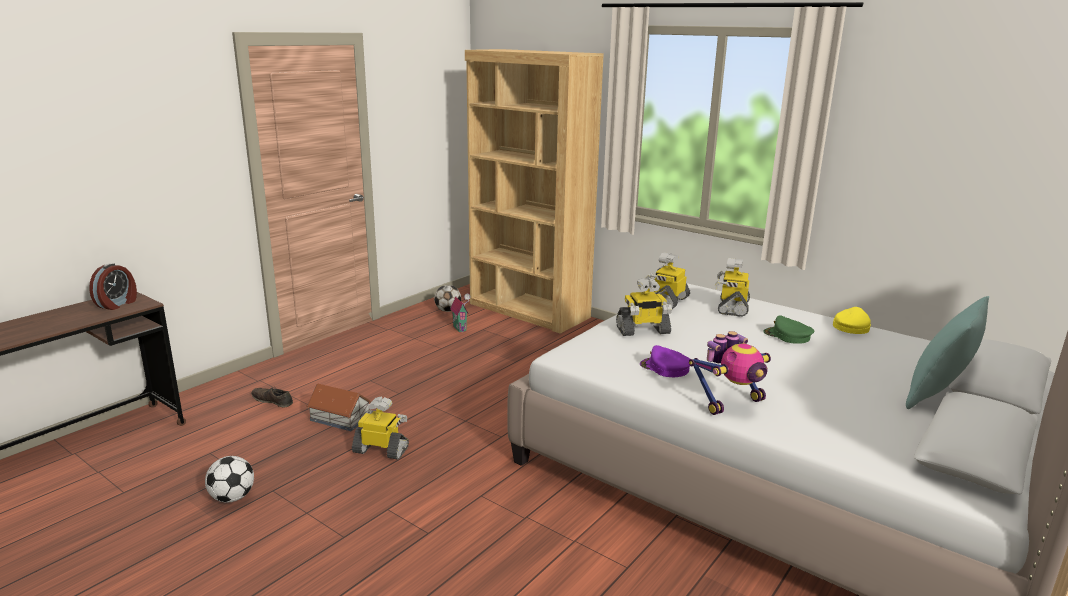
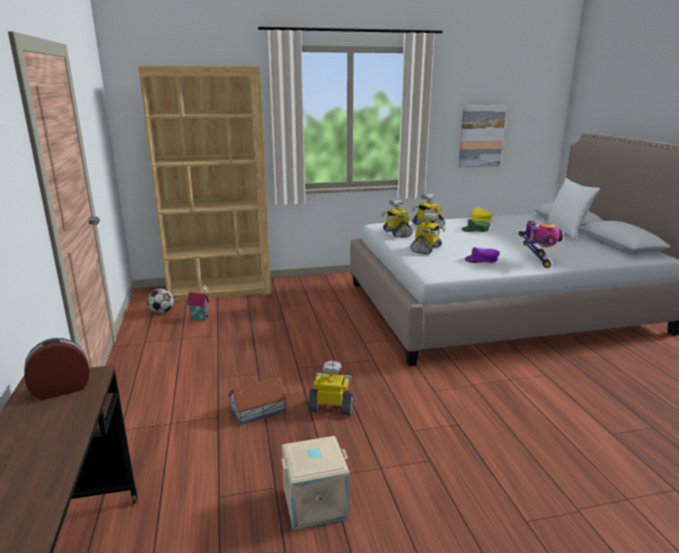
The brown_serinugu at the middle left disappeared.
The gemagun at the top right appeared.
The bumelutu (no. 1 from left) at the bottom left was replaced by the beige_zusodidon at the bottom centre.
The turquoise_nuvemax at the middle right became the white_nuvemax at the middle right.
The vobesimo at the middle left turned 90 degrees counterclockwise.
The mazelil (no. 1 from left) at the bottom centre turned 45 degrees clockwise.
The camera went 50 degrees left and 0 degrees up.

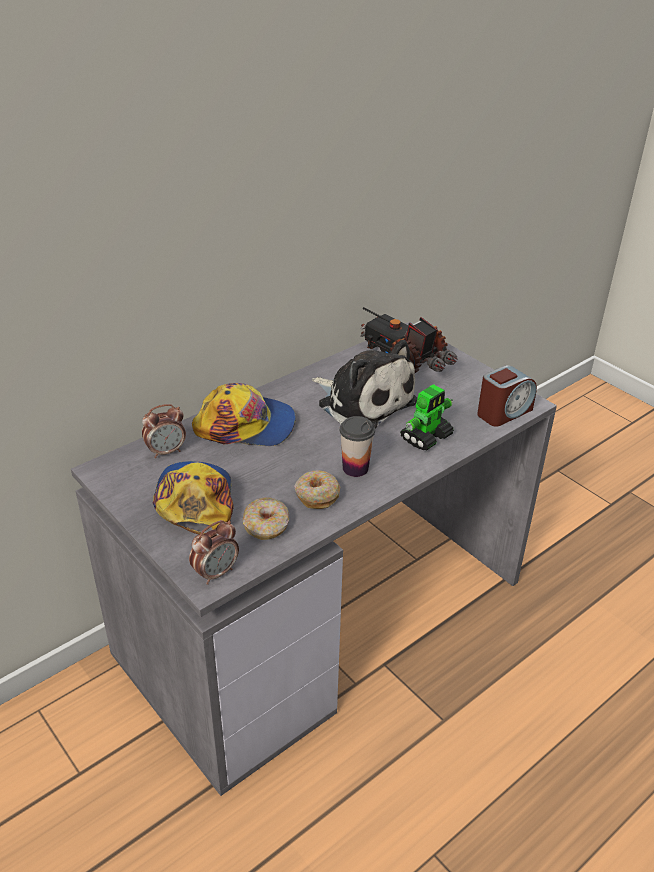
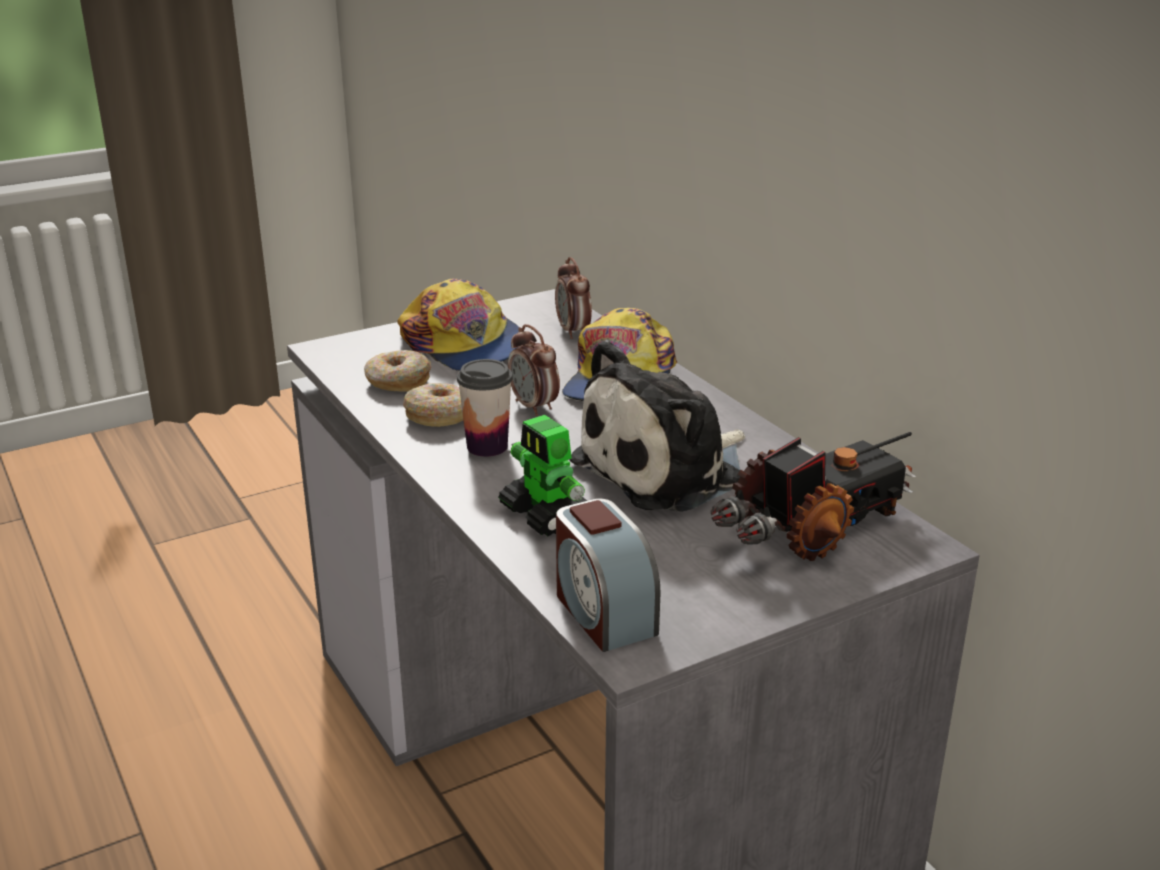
The vobesimo (no. 2 from left in the first image) moved from the middle left to the centre.
The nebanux (no. 1 from left) at the middle left turned 45 degrees clockwise.
The camera went 100 degrees right and 10 degrees down.

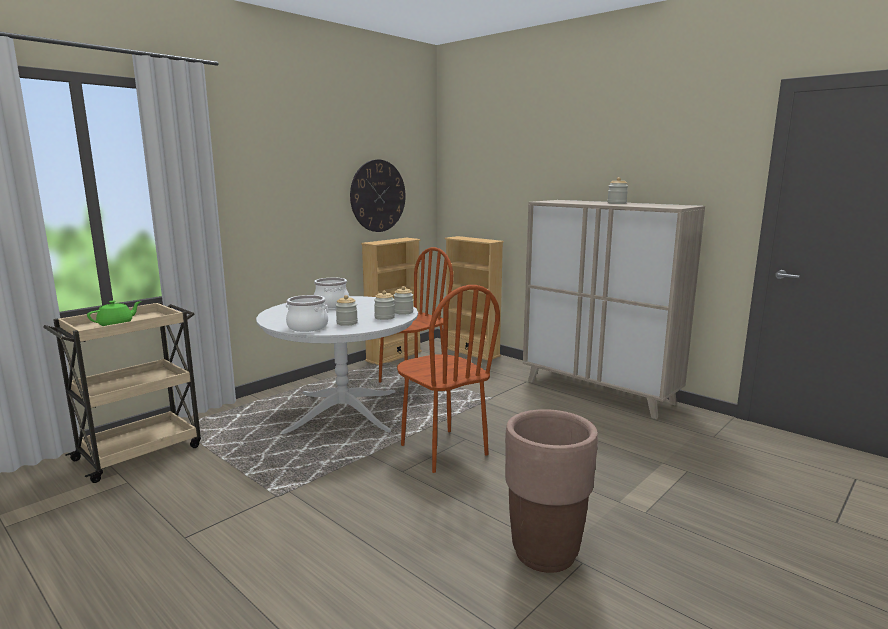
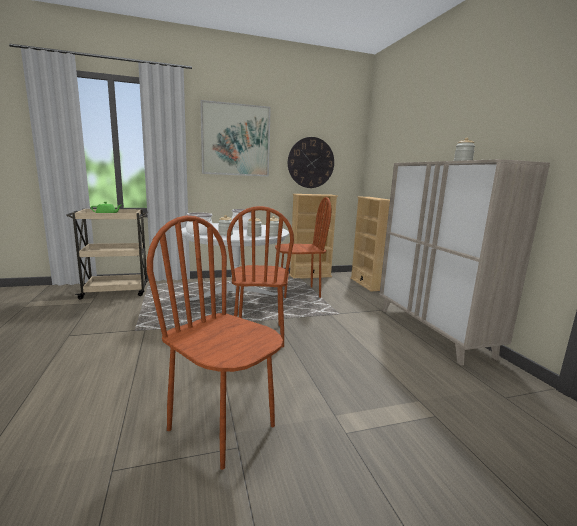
The gemagun at the top centre appeared.
The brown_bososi at the bottom centre was replaced by the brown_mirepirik (no. 1 from left) at the centre.
The camera went 30 degrees right and 0 degrees up.

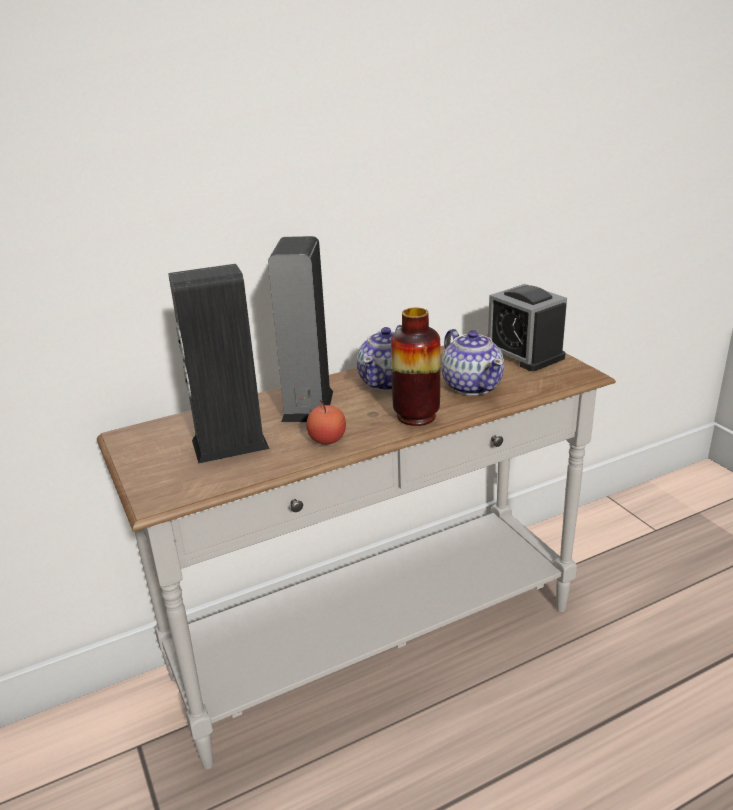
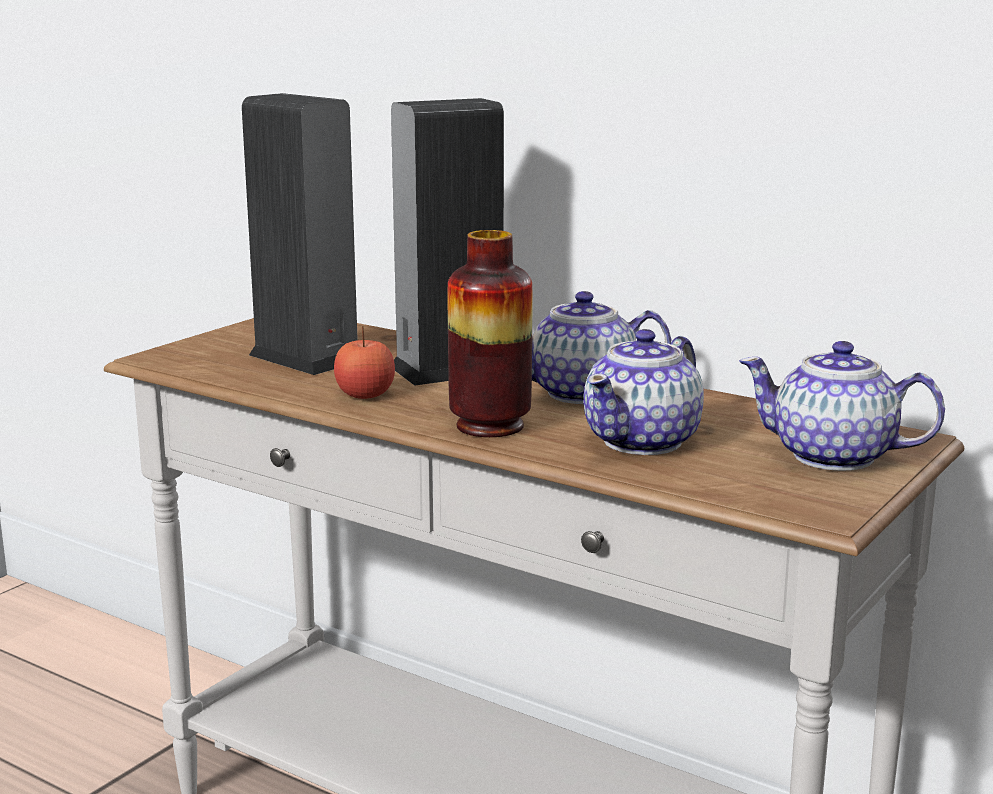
The vobesimo at the middle right was replaced by the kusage (no. 3 from left) at the middle right.
The camera went 60 degrees right and 10 degrees down.

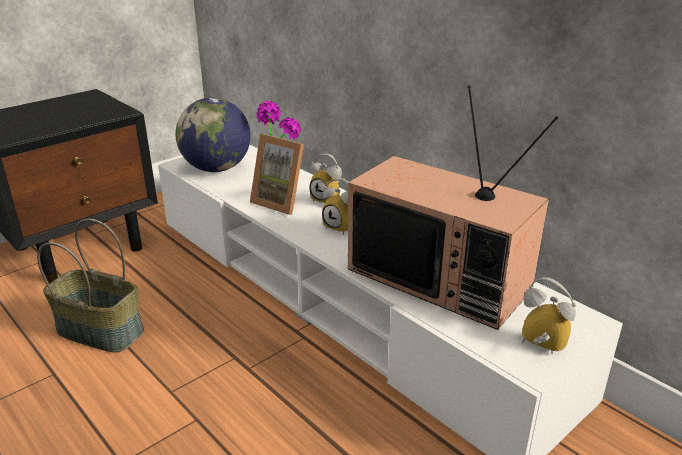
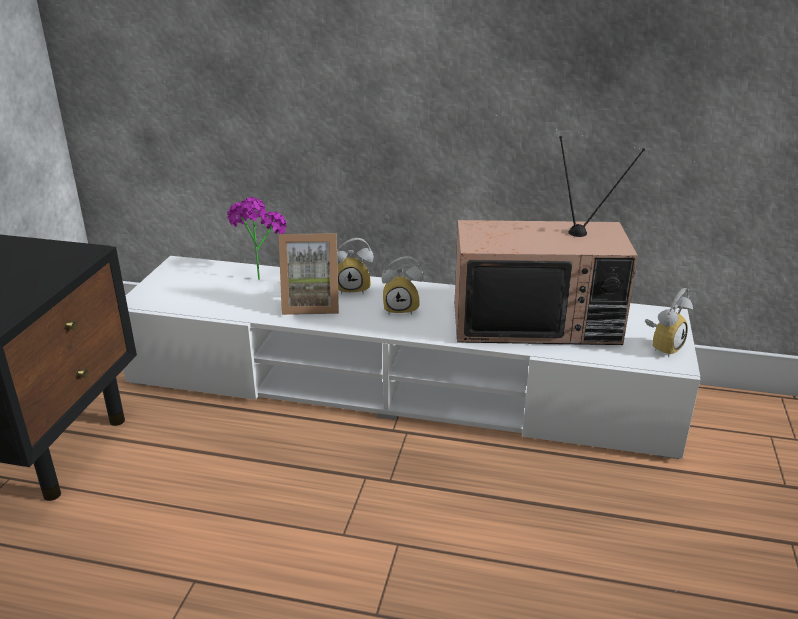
The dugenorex at the middle left disappeared.
The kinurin at the top left disappeared.
The vobesimo (no. 3 from left) at the bottom right turned 135 degrees clockwise.
The camera went 35 degrees left and 0 degrees up.

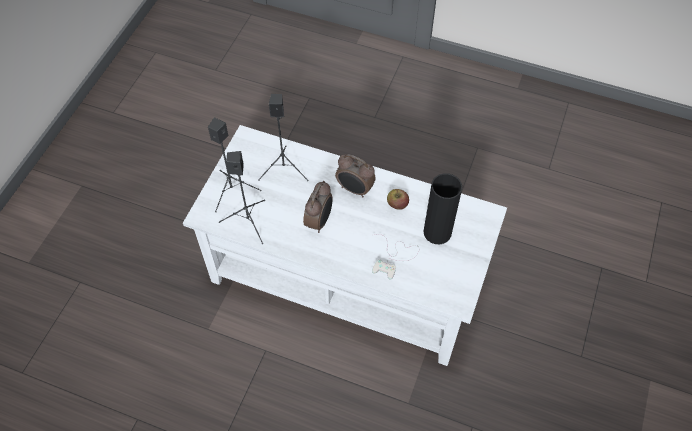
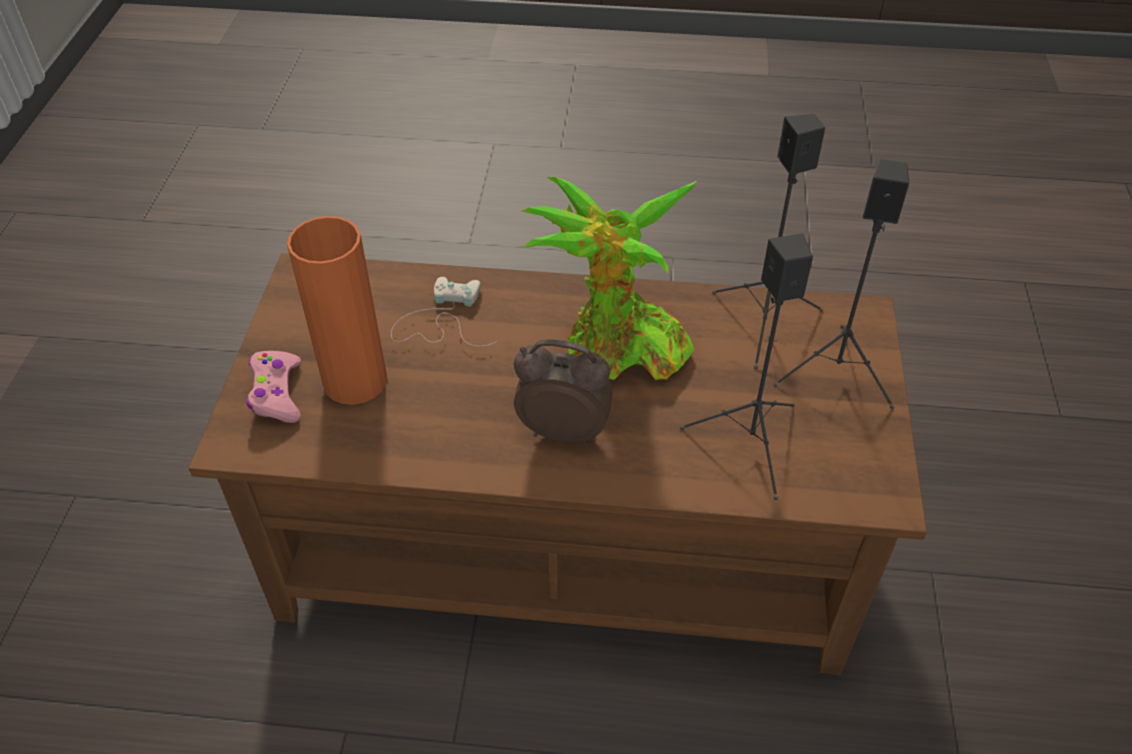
The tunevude at the centre disappeared.
The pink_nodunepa at the middle left appeared.
The vobesimo (no. 1 from left) at the centre was replaced by the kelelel at the centre.
The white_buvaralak at the centre became the brown_buvaralak at the centre.
The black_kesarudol at the centre became the orange_kesarudol at the middle left.
The camera went 165 degrees right and 10 degrees down.

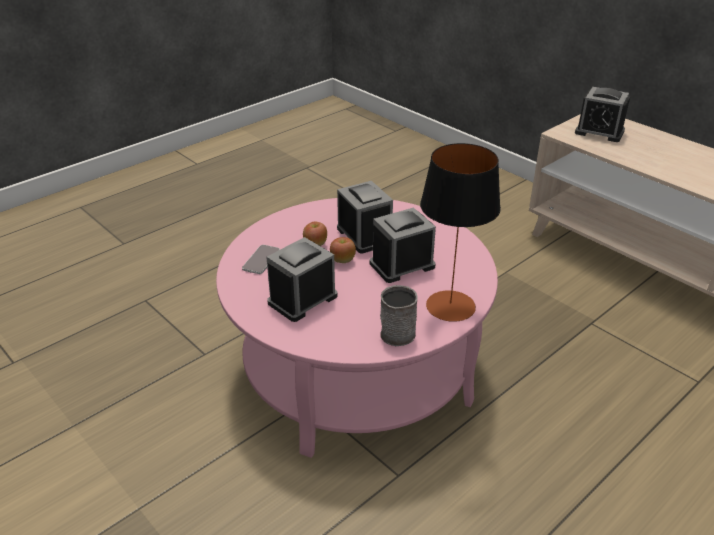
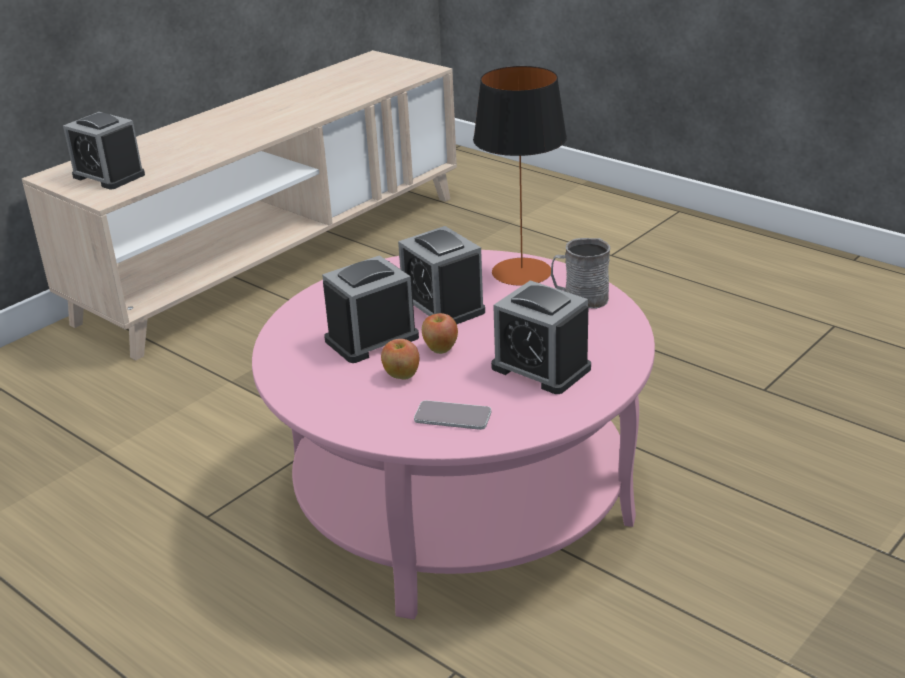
The vobesimo (no. 4 from left in the first image) at the top right turned 105 degrees clockwise.
The camera went 95 degrees left and 5 degrees down.

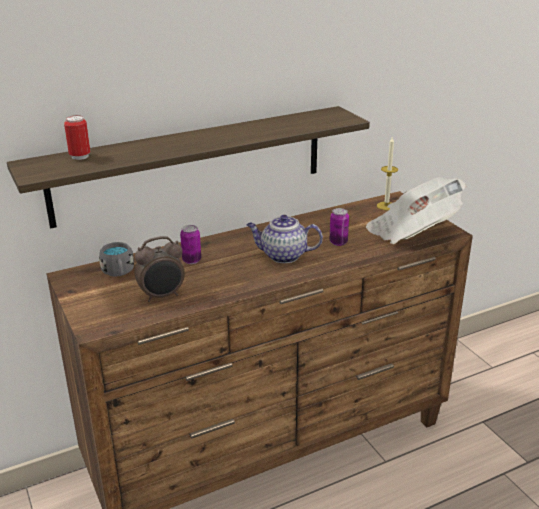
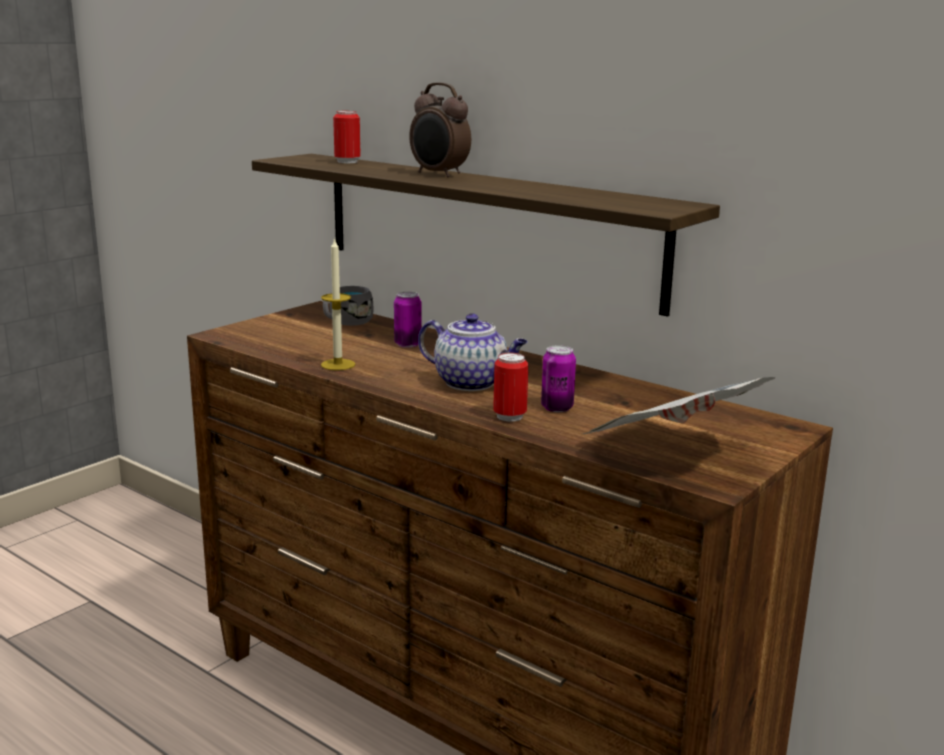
The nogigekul (no. 3 from left) at the centre appeared.
The vobesimo moved from the middle left to the top centre.
The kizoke moved from the middle right to the centre.
The kusage at the centre turned 135 degrees clockwise.
The camera went 65 degrees right and 10 degrees down.

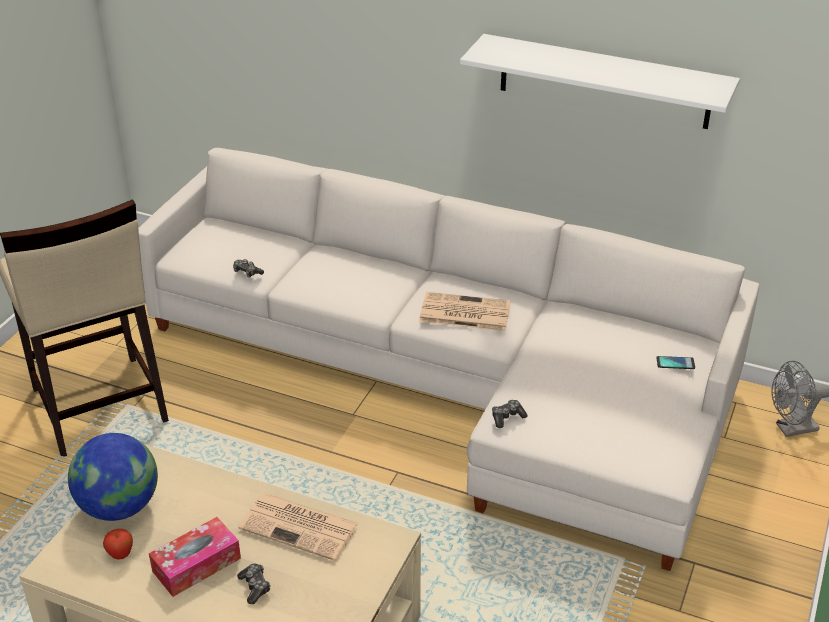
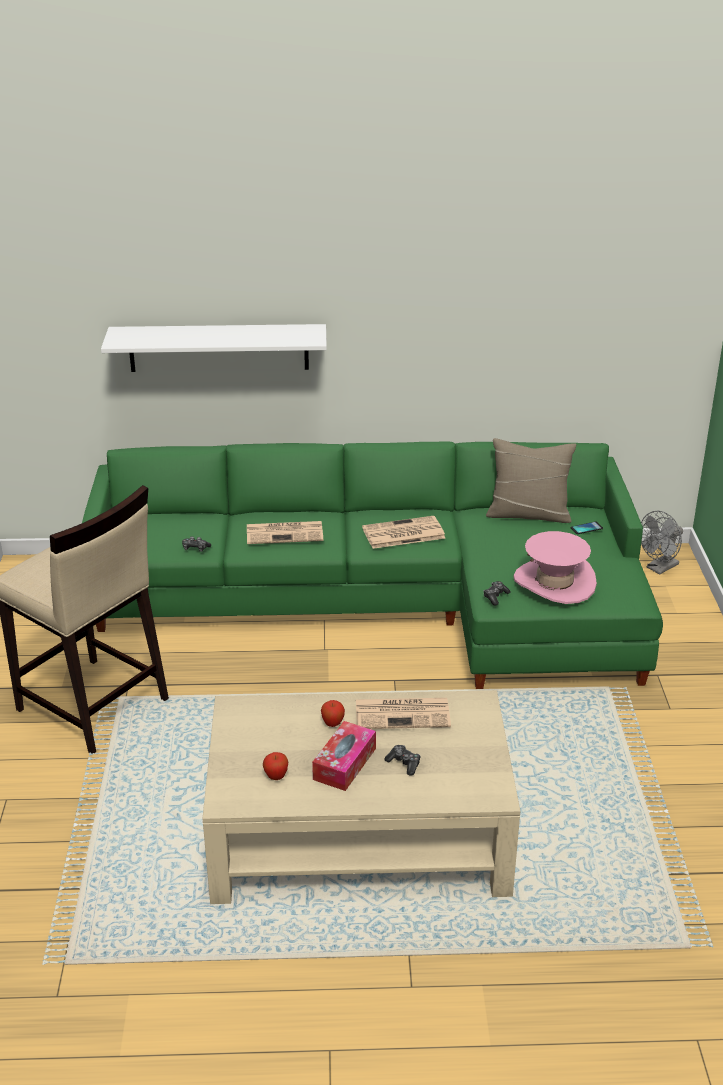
The kinurin at the bottom left disappeared.
The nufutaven (no. 1 from left) at the centre appeared.
The tunevude (no. 2 from left) at the centre appeared.
The beige_nuvemax at the middle right appeared.
The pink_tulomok at the middle right appeared.
The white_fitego moved from the top right to the top left.
The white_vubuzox at the centre became the green_vubuzox at the centre.
The camera went 25 degrees left and 5 degrees down.

